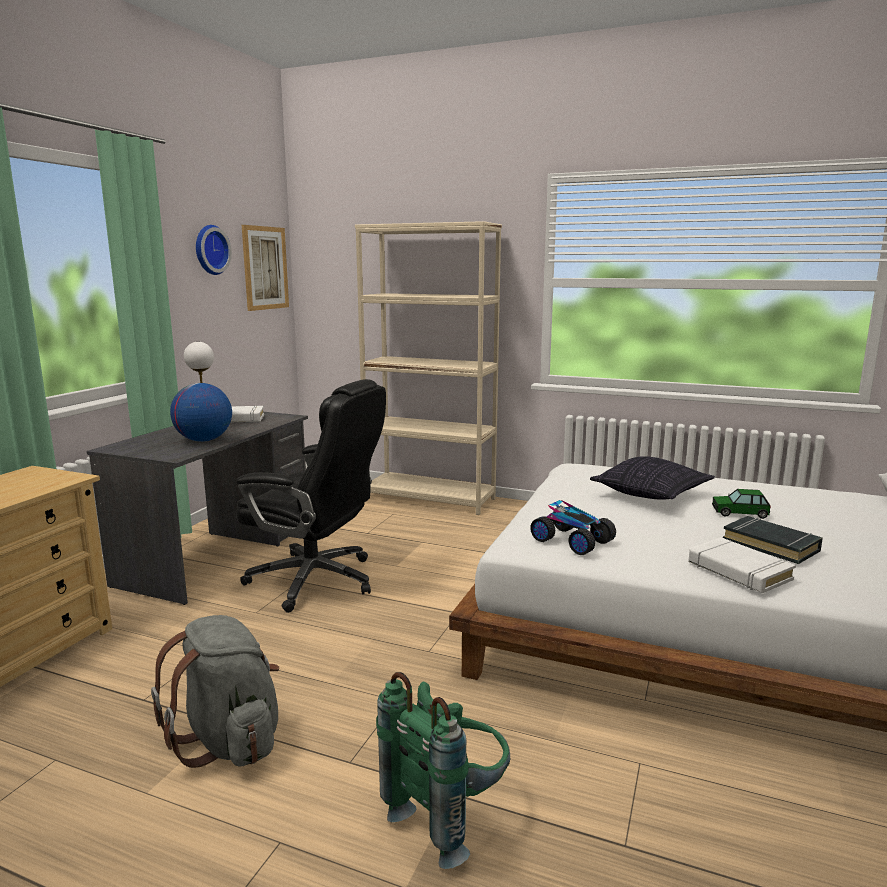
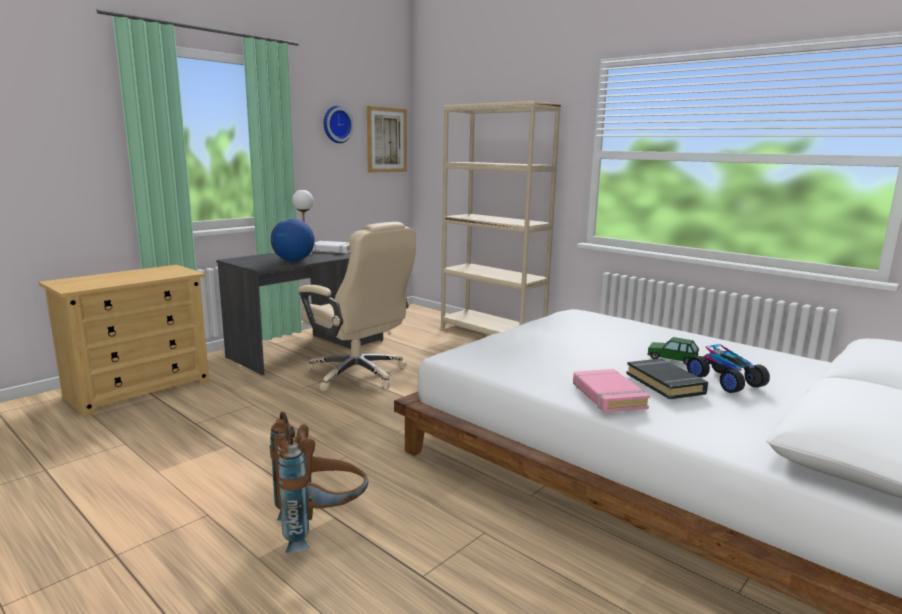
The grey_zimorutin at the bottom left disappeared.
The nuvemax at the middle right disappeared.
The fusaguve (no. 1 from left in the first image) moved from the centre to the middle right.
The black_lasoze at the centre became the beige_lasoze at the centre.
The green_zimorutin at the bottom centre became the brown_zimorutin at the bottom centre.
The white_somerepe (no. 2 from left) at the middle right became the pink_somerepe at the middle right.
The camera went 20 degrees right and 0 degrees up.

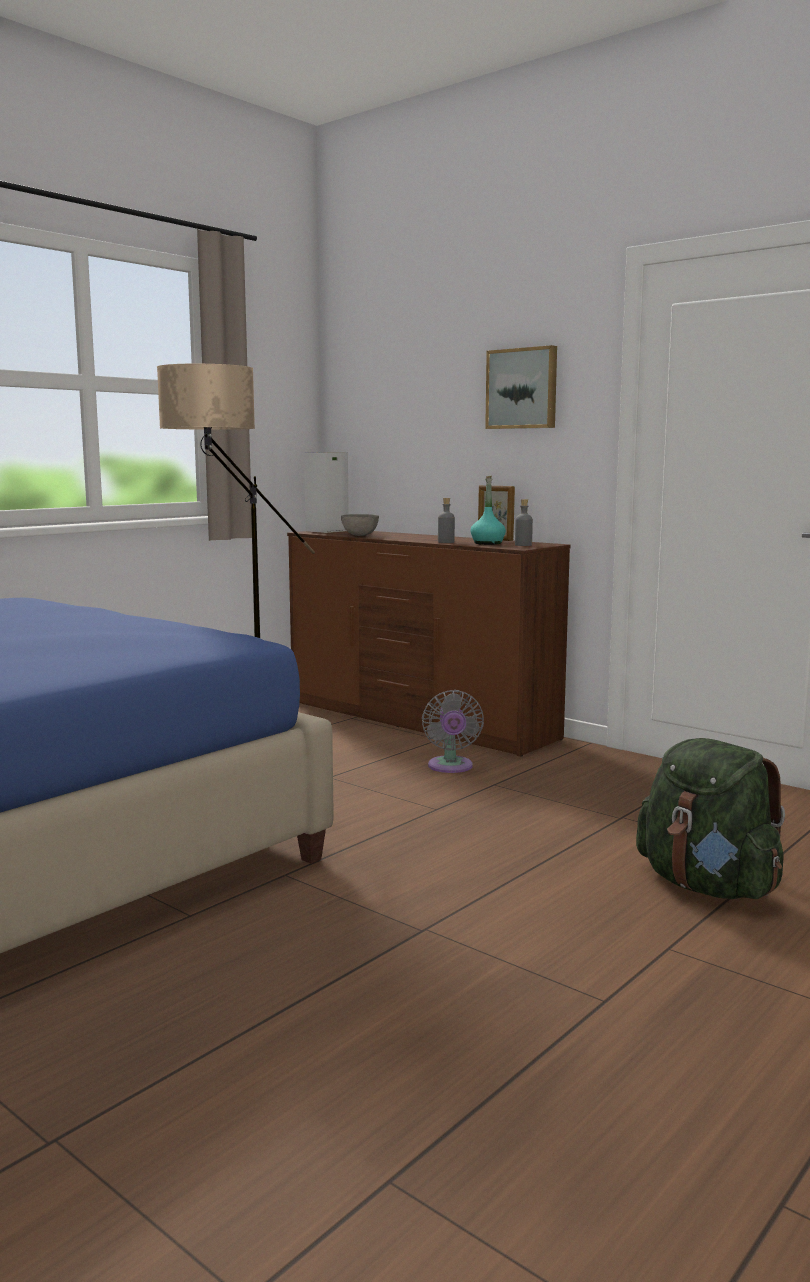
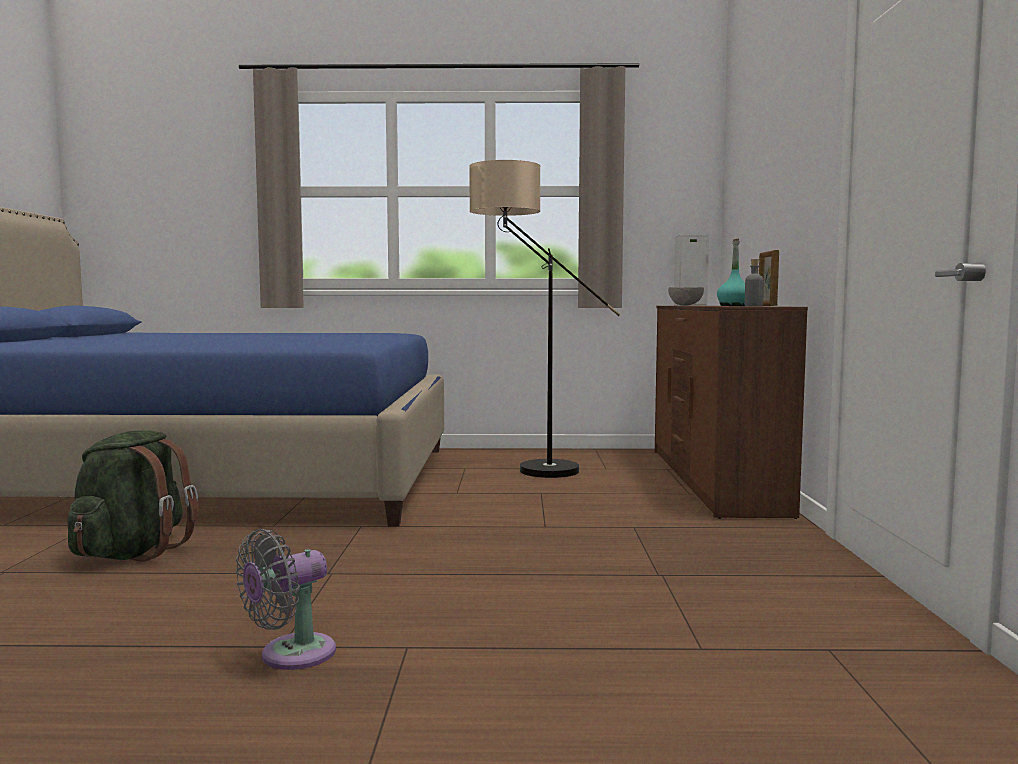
The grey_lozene (no. 1 from left) at the centre disappeared.
The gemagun at the top centre disappeared.
The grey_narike moved from the centre to the bottom left.
The green_zimorutin moved from the middle right to the middle left.
The camera went 50 degrees right and 5 degrees down.

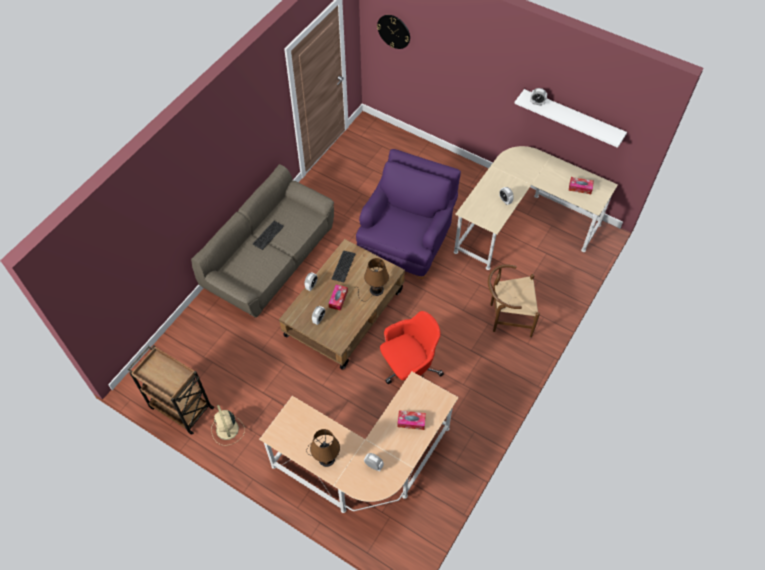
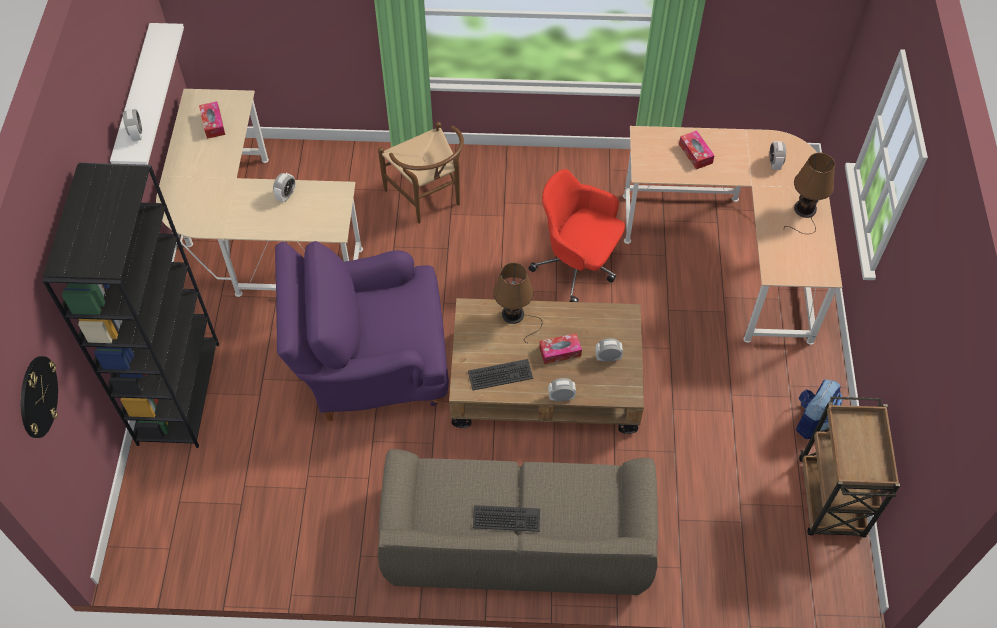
The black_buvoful at the middle left appeared.
The beige_narike at the bottom left was replaced by the zimorutin at the middle right.
The camera went 120 degrees left and 0 degrees up.

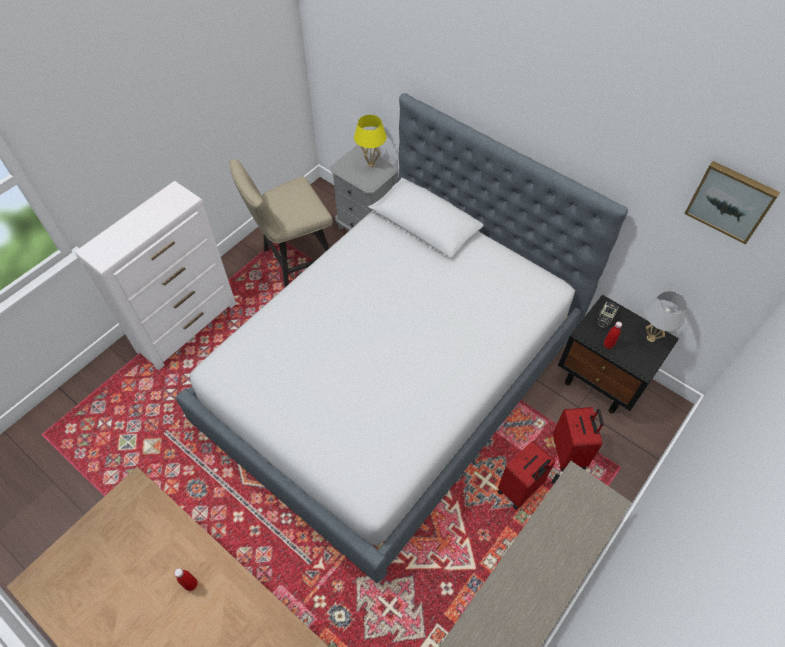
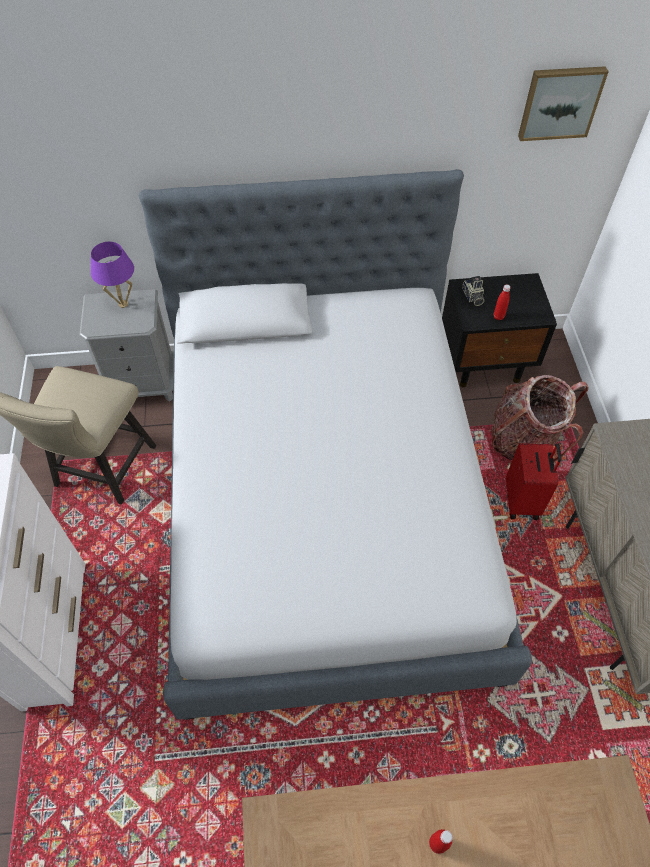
The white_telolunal at the middle right disappeared.
The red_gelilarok (no. 2 from left) at the bottom right was replaced by the zimorutin at the middle right.
The yellow_telolunal at the top centre became the purple_telolunal at the top left.
The camera went 45 degrees left and 0 degrees up.

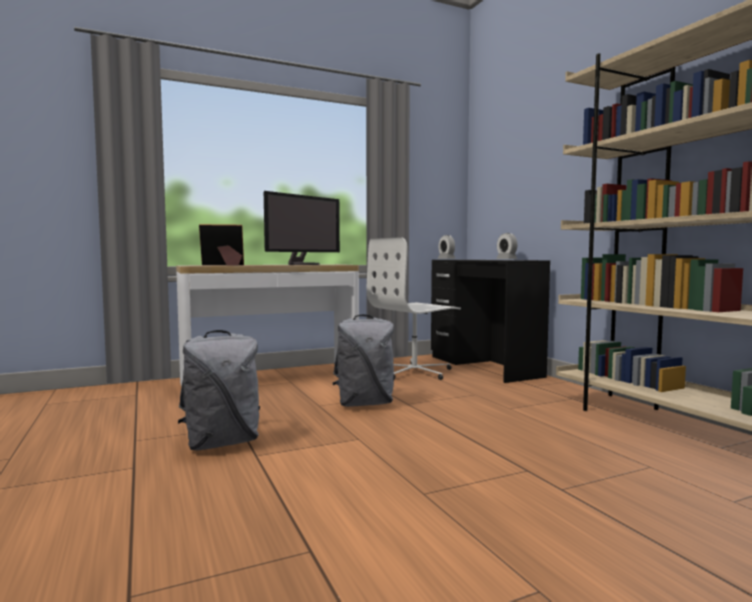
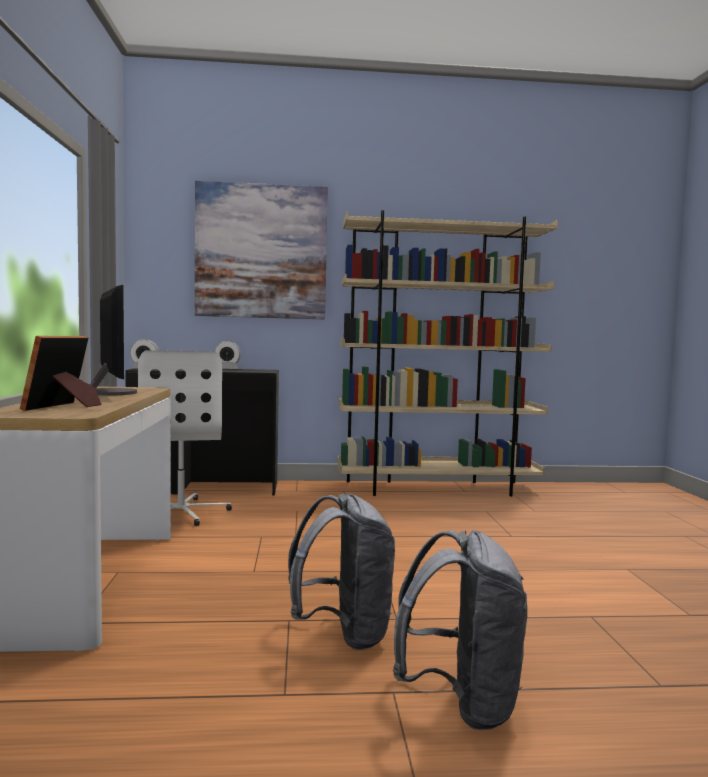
The gemagun at the top centre appeared.
The grey_zimorutin (no. 2 from left) moved from the centre to the bottom centre.
The camera went 70 degrees left and 0 degrees up.

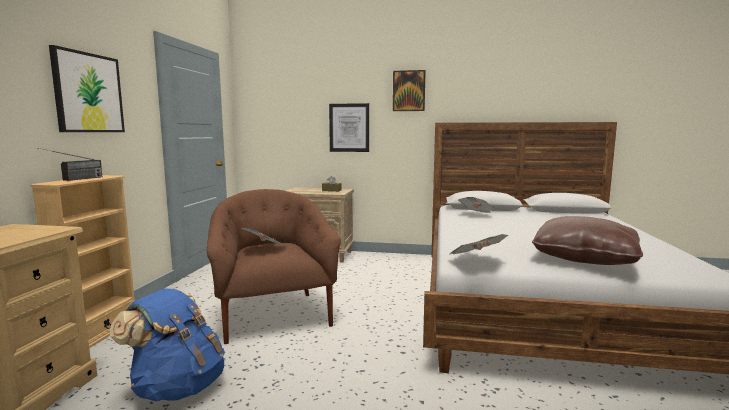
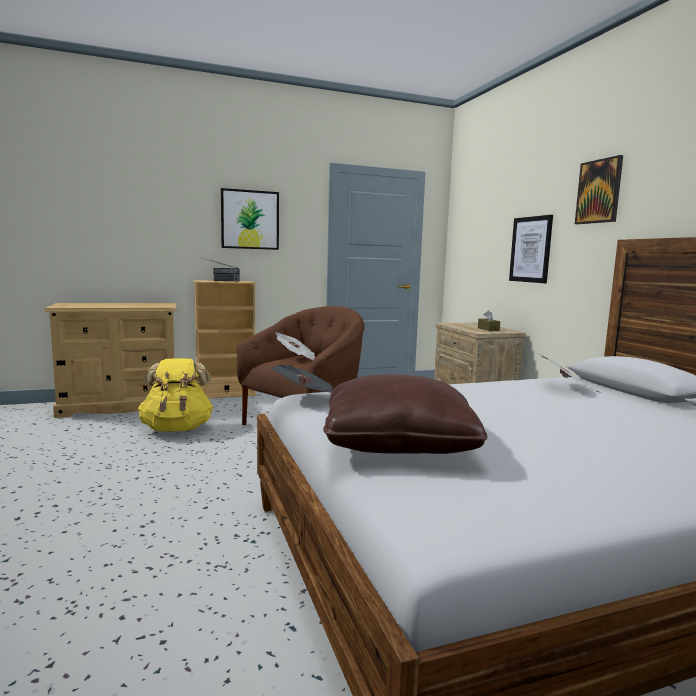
The blue_zimorutin at the bottom left became the yellow_zimorutin at the middle left.
The camera went 60 degrees right and 0 degrees up.

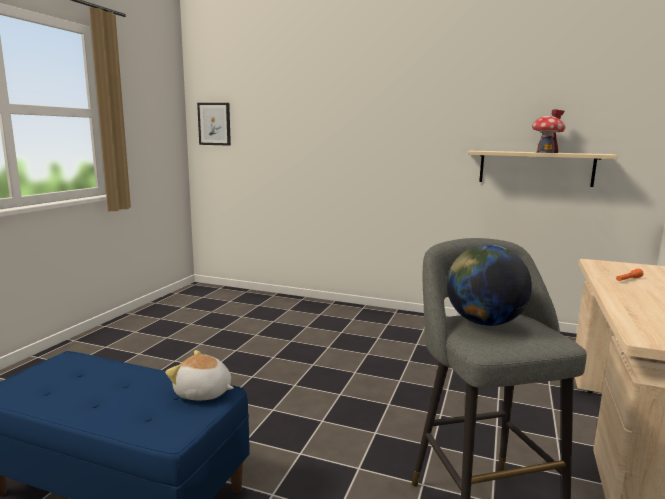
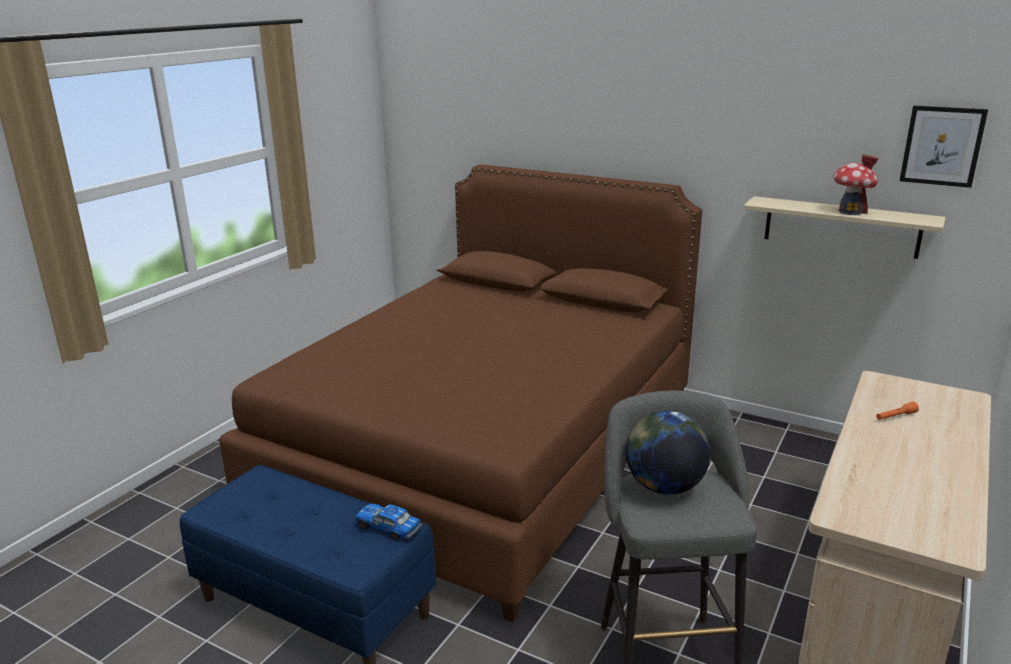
The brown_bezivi at the centre appeared.
The gemagun moved from the top left to the top right.
The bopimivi at the bottom left was replaced by the fusaguve at the bottom centre.
The camera went 10 degrees right and 10 degrees up.

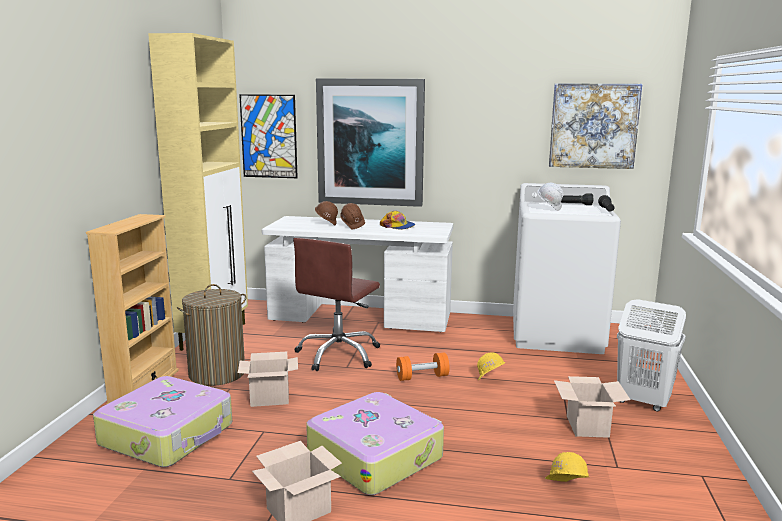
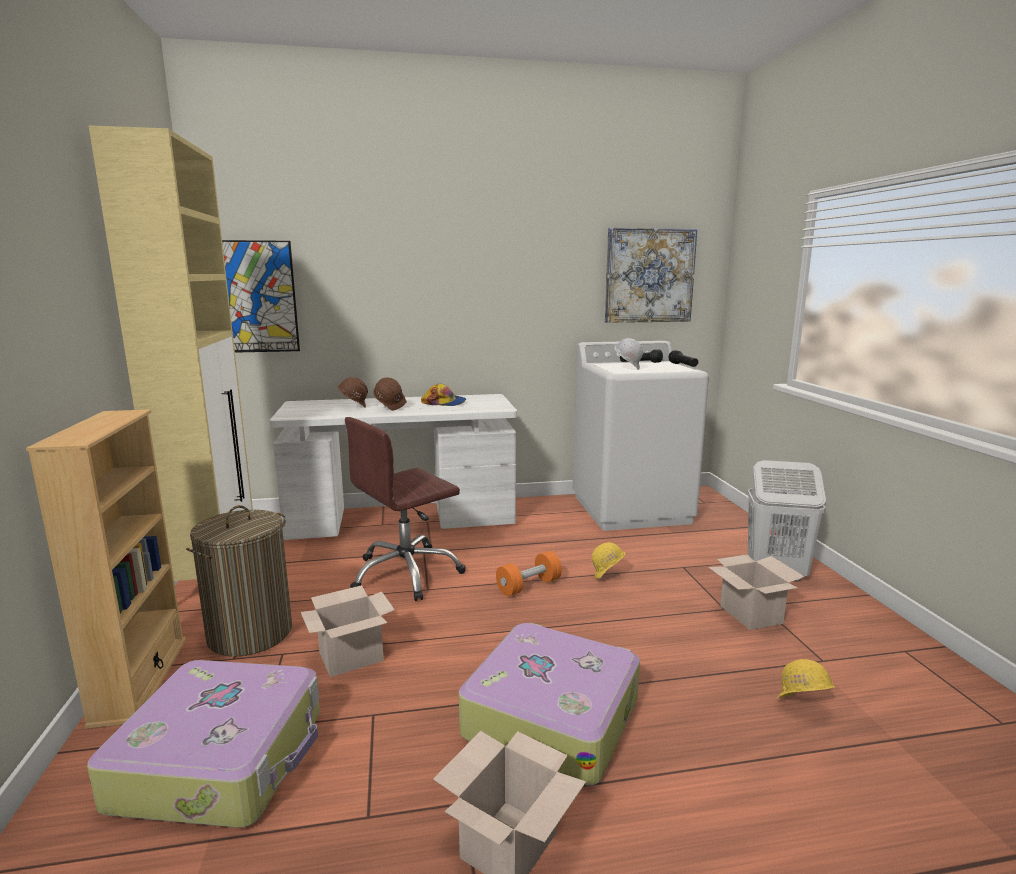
The gemagun (no. 2 from left) at the top centre disappeared.
The brown_lasoze at the centre turned 45 degrees clockwise.
The camera went 20 degrees left and 0 degrees up.

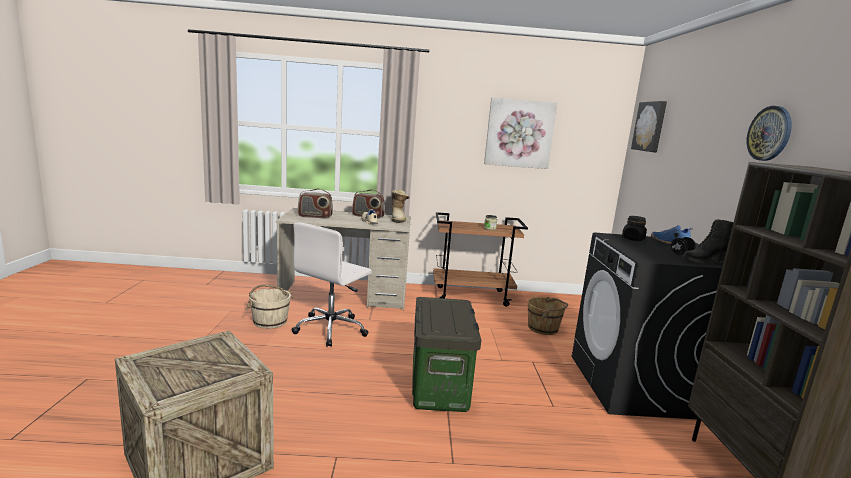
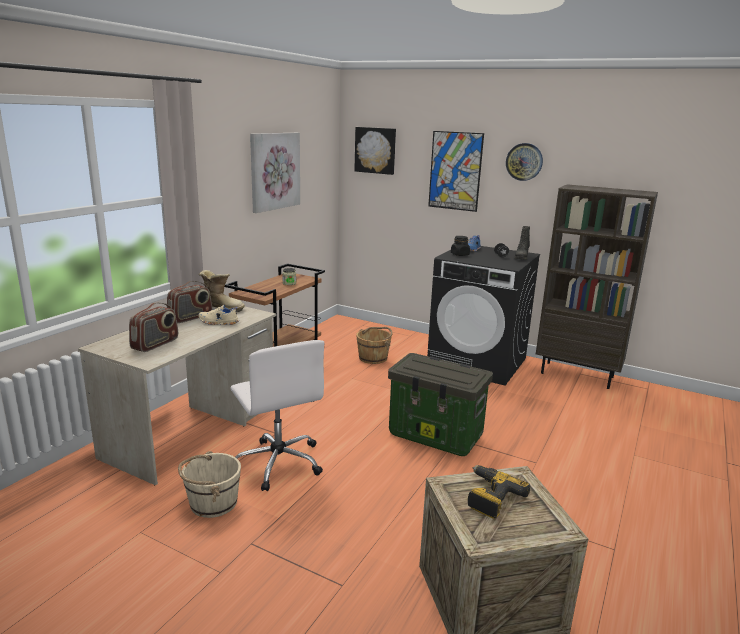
The gemagun (no. 3 from left) at the top centre appeared.
The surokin at the bottom right appeared.
The camera went 60 degrees left and 5 degrees up.

